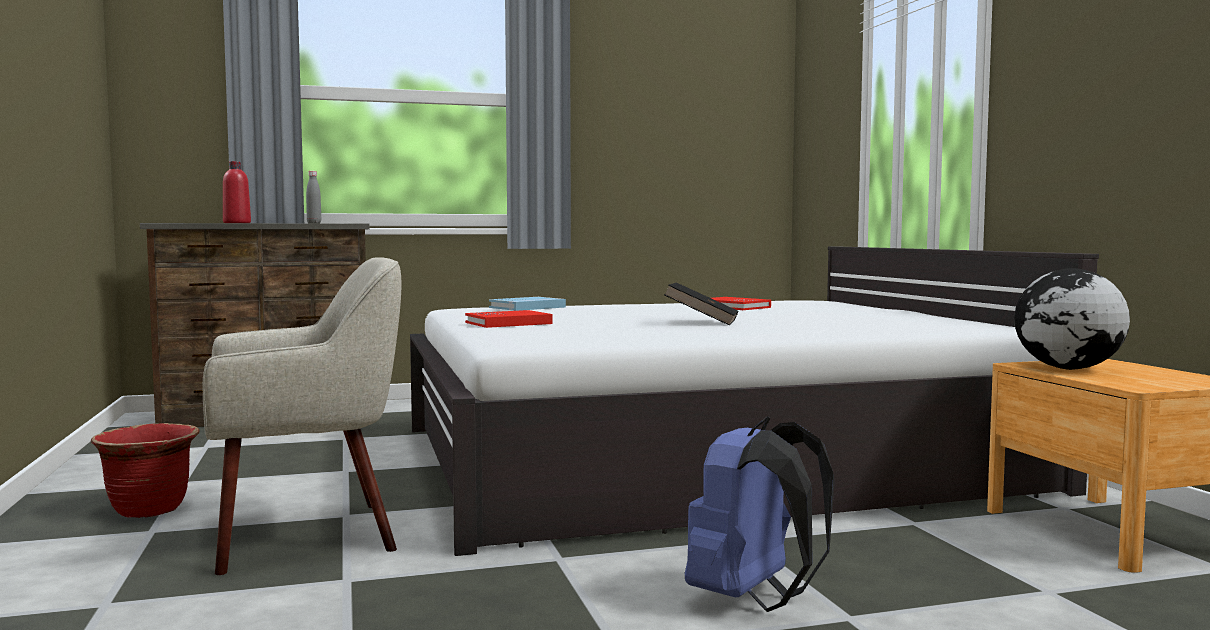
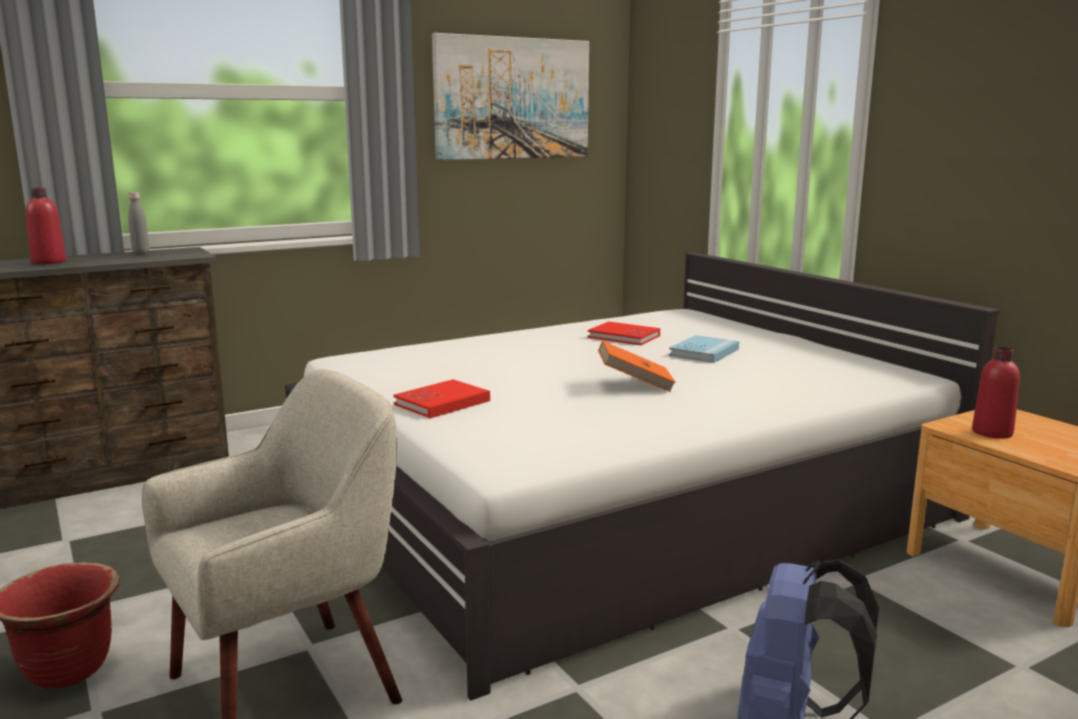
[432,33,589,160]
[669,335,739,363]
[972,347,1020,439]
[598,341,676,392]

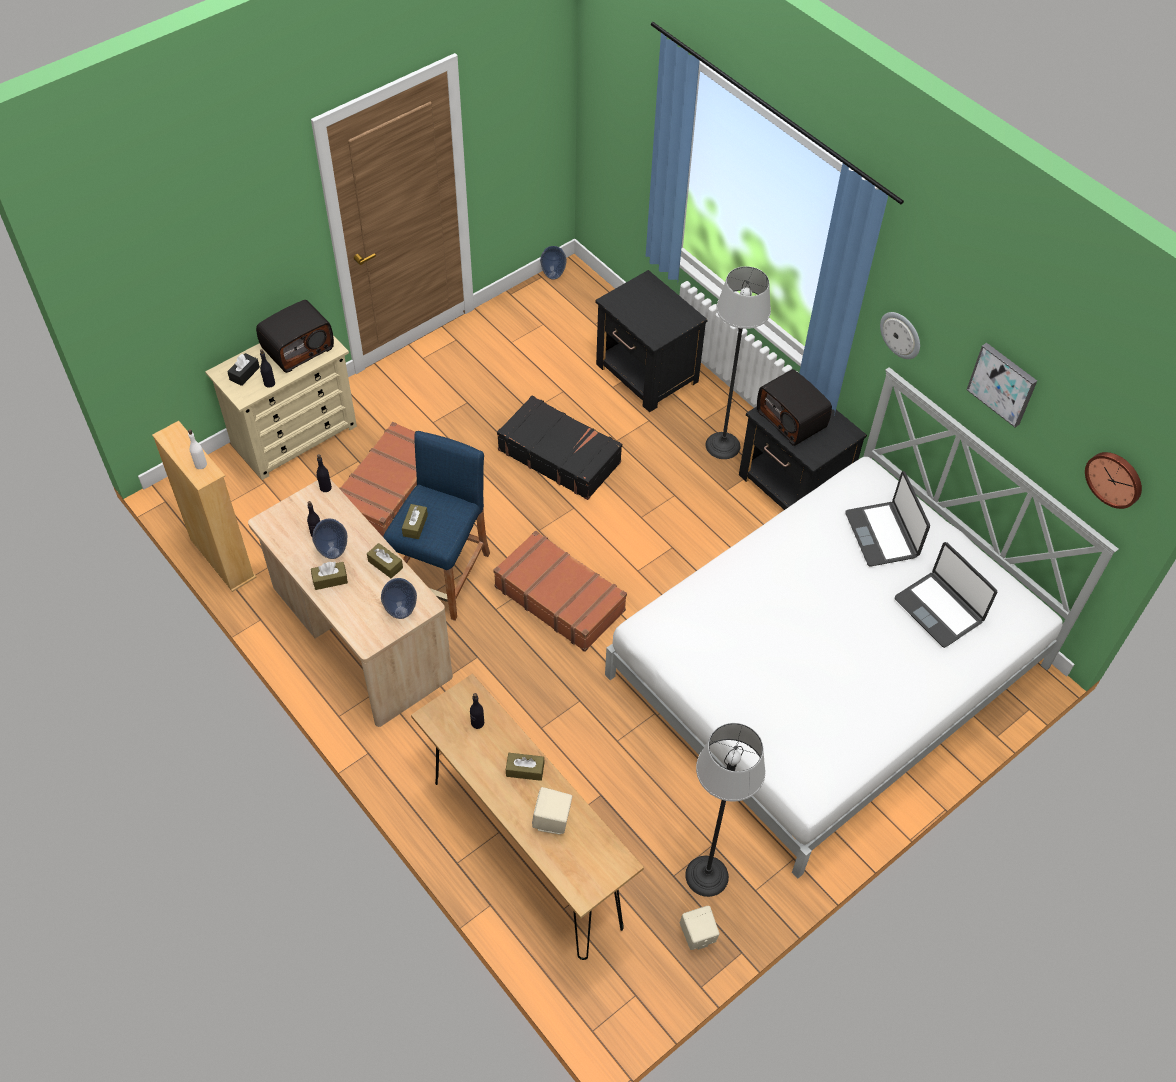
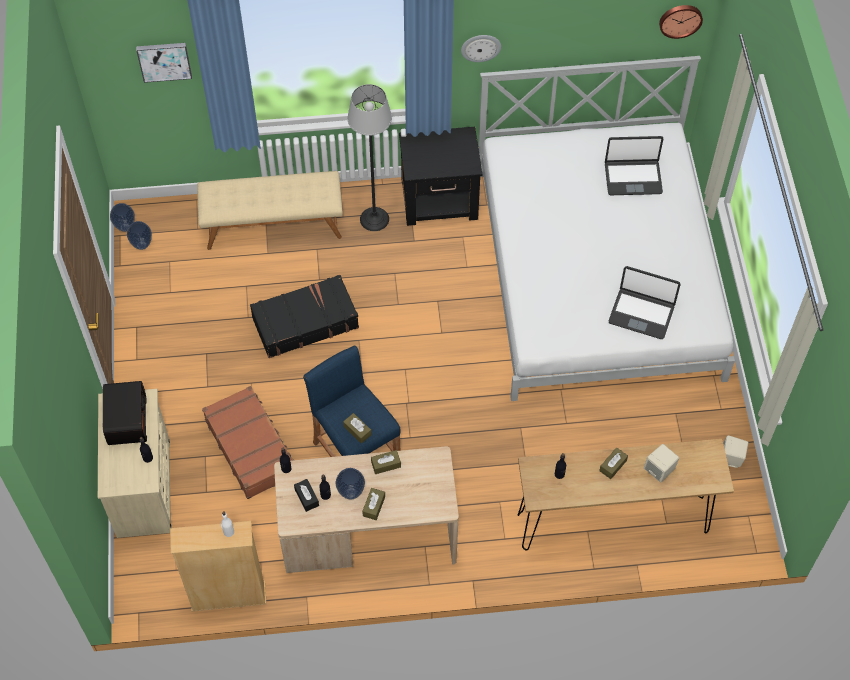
[494,530,627,652] (first image)
[685,723,765,897] (first image)
[757,369,832,446] (first image)
[294,479,319,512]
[127,221,152,250]
[608,266,680,339]
[136,43,192,83]
[197,171,343,250]

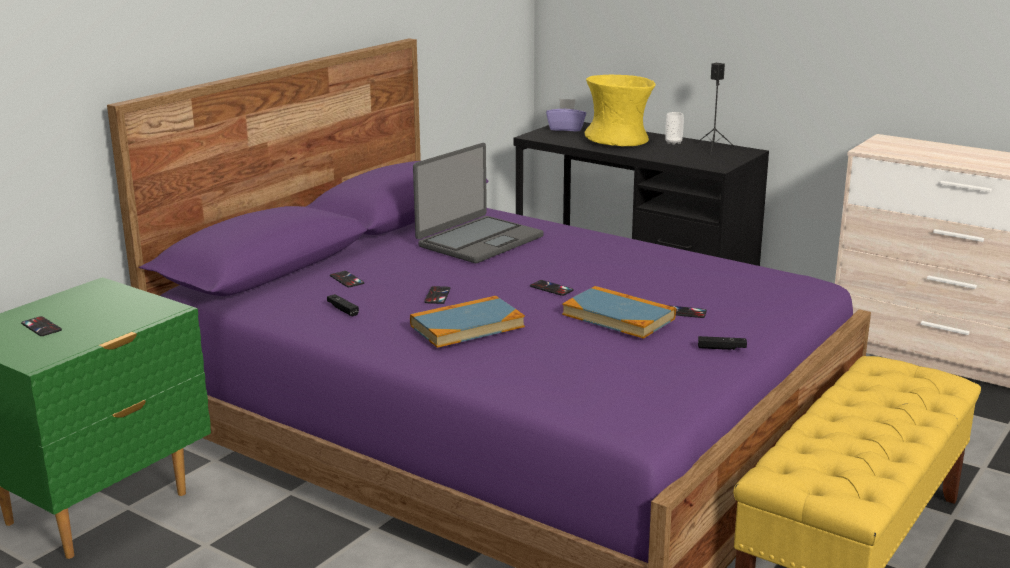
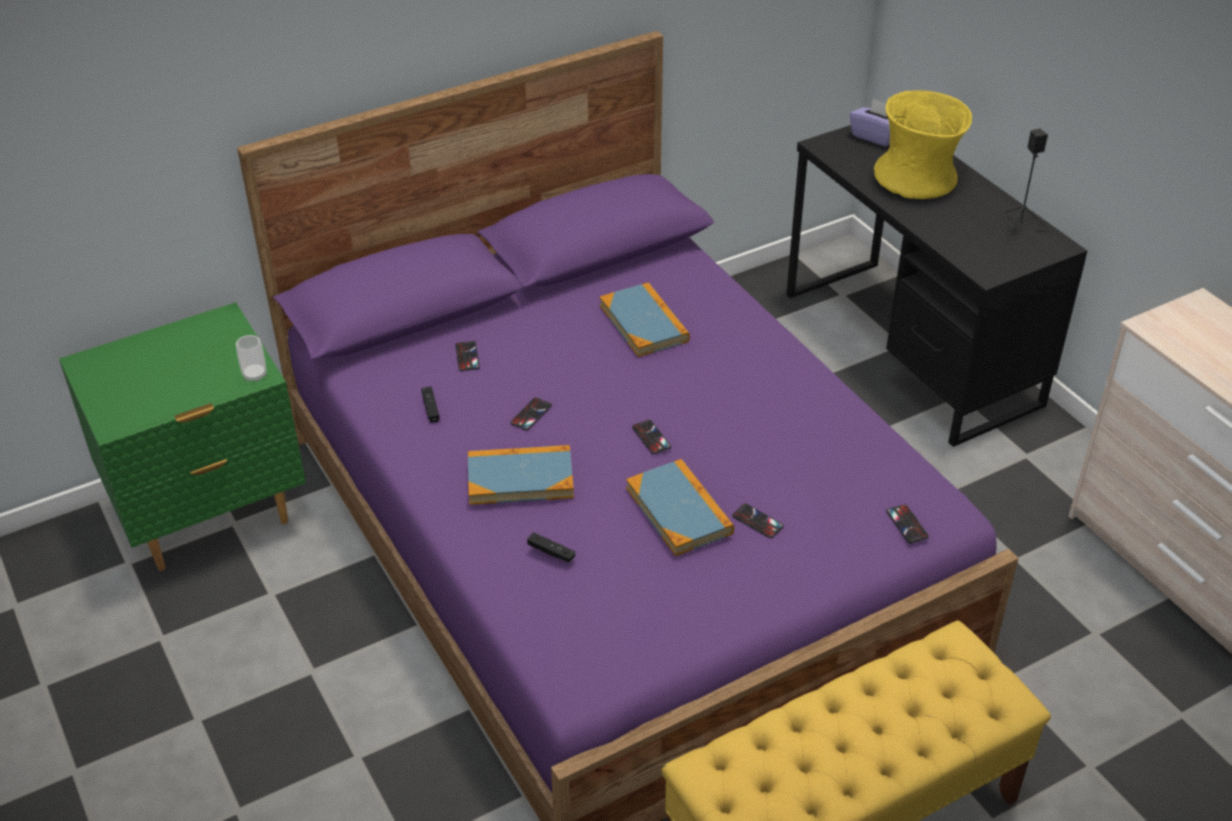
[886,504,929,543]
[236,335,267,382]
[527,532,575,563]
[600,282,690,357]

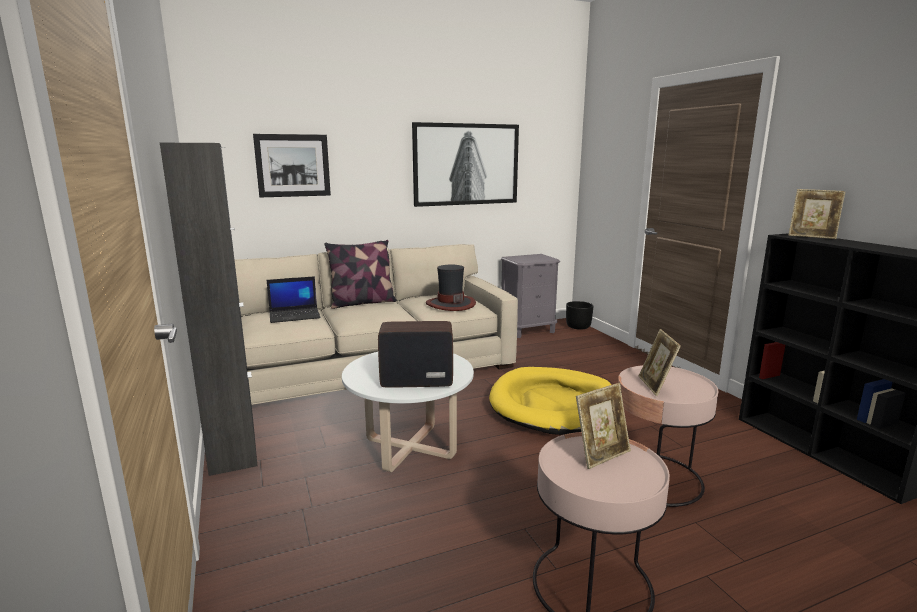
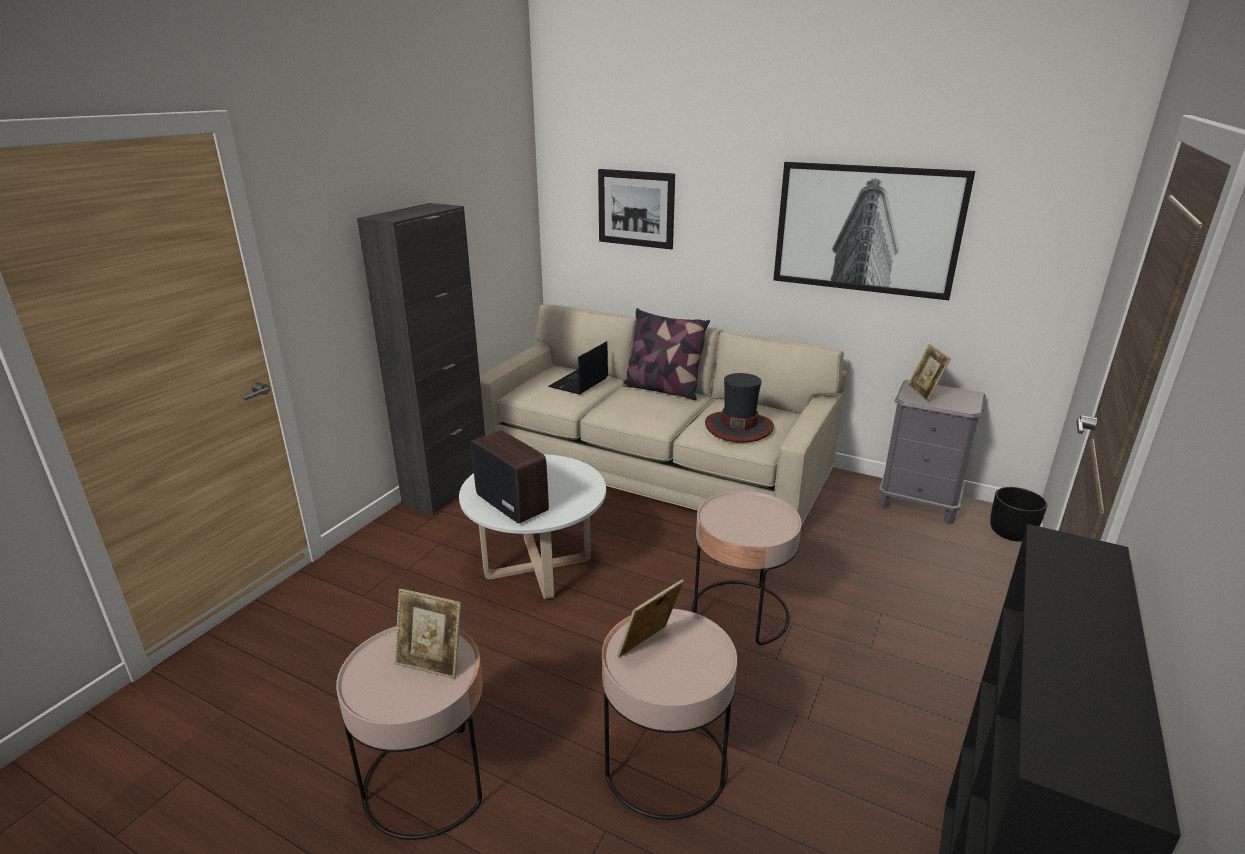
[907,344,951,402]
[692,491,802,645]
[548,341,608,394]

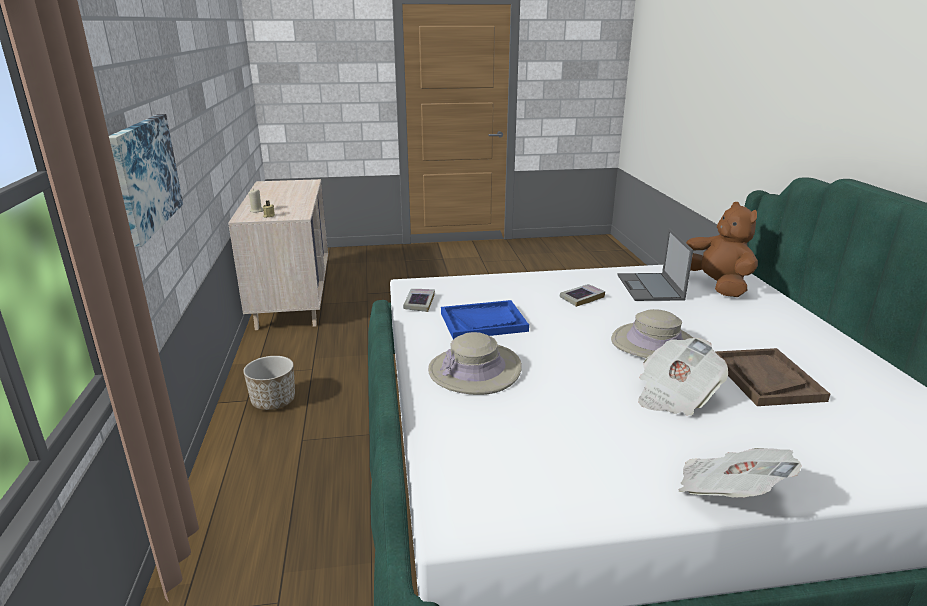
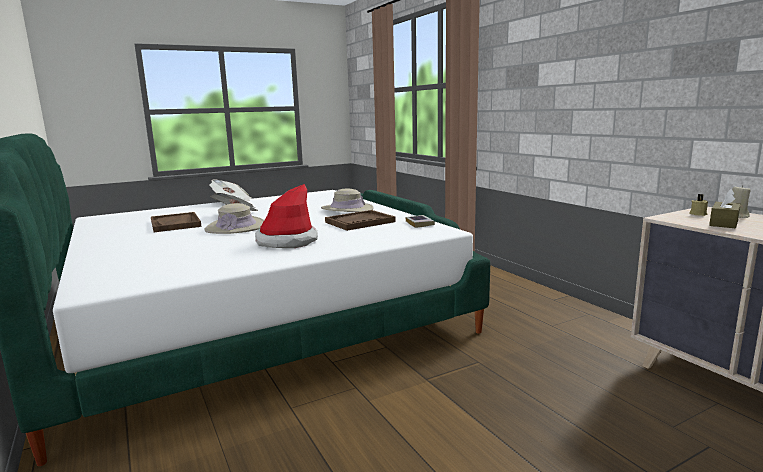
[109,114,183,247] (first image)
[243,356,295,410] (first image)
[617,228,693,301] (first image)
[686,202,758,297] (first image)
[709,189,741,228]
[255,184,318,248]
[325,210,396,231]

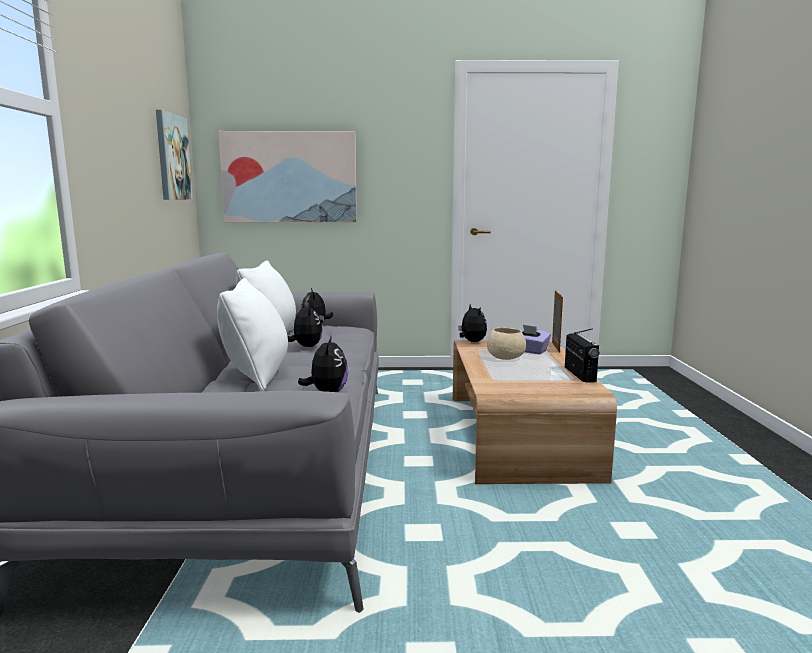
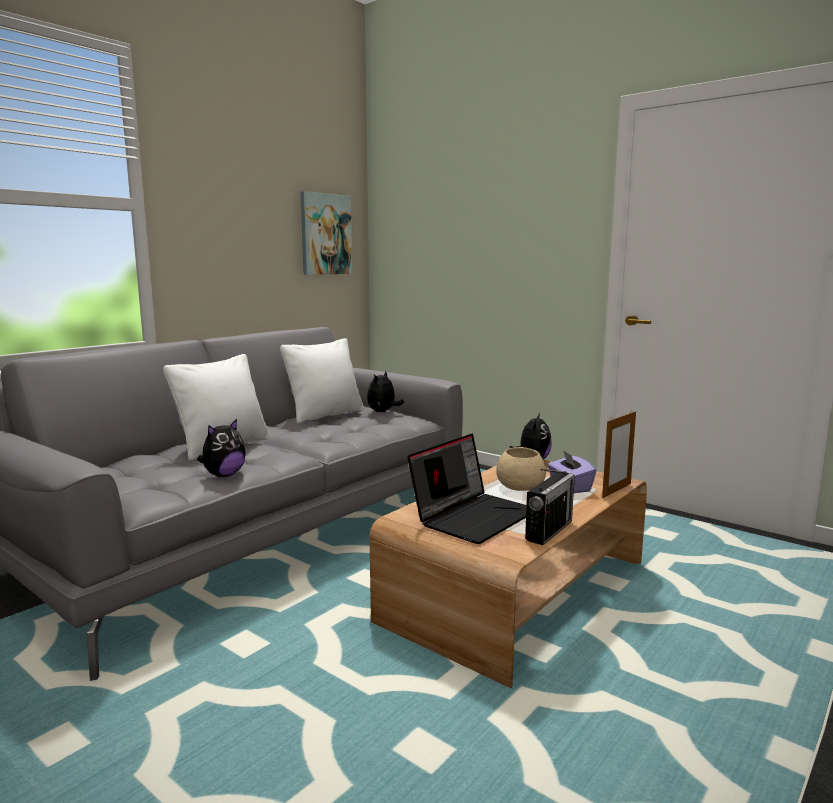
[218,131,357,222] (first image)
[288,304,323,347] (first image)
[407,434,526,544]

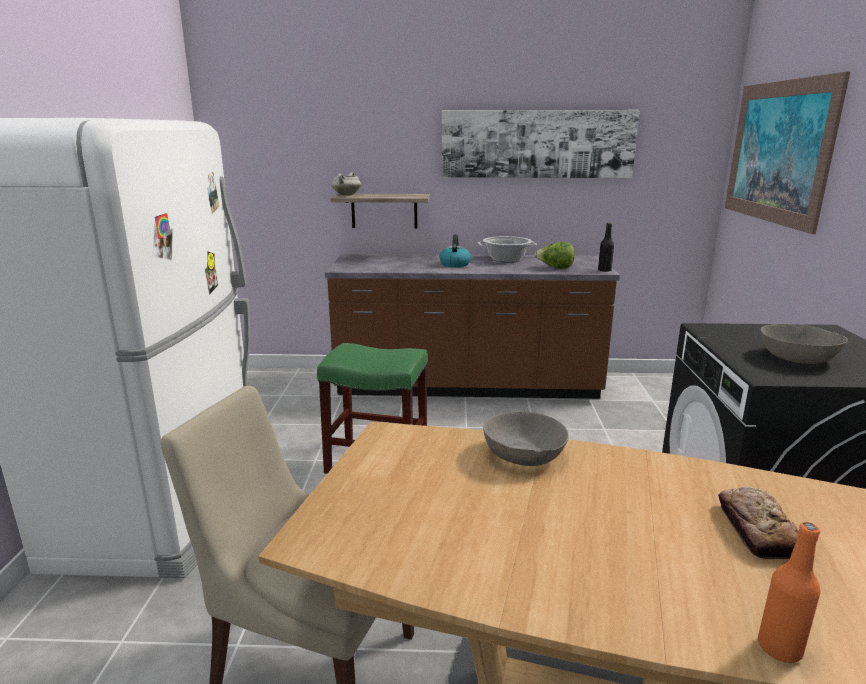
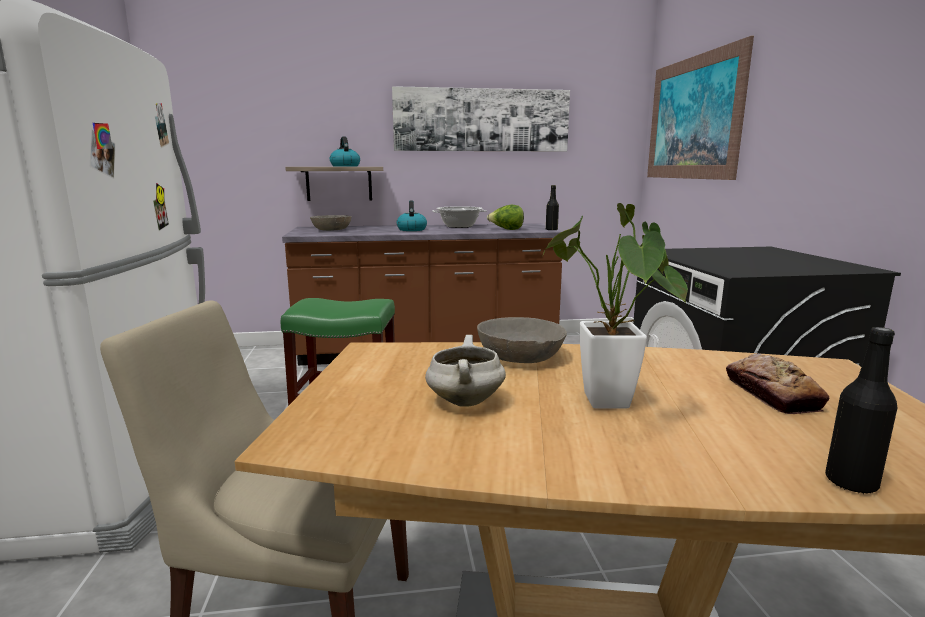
[330,137,360,167]
[542,203,688,408]
[425,335,506,407]
[310,215,352,231]
[825,327,897,494]

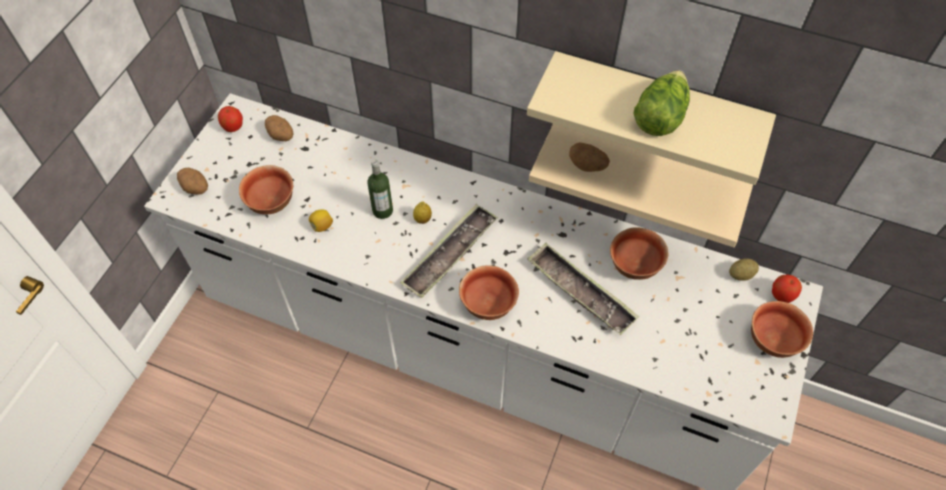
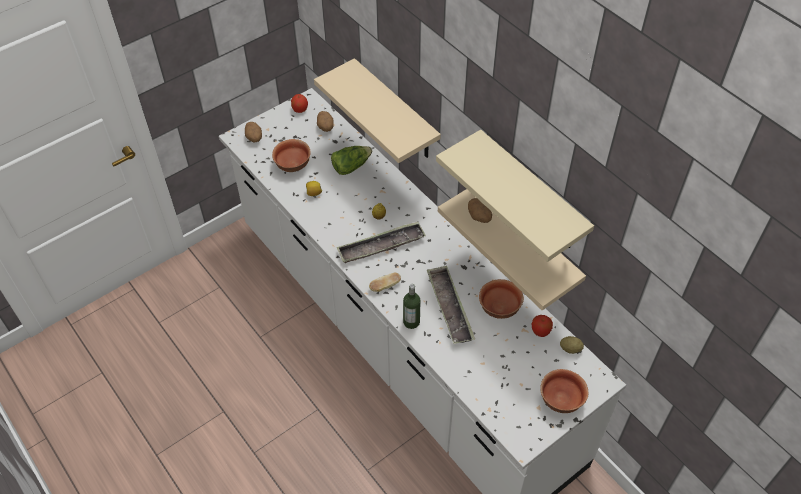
[314,58,441,163]
[403,284,421,329]
[331,146,372,175]
[532,315,553,337]
[369,273,401,292]

